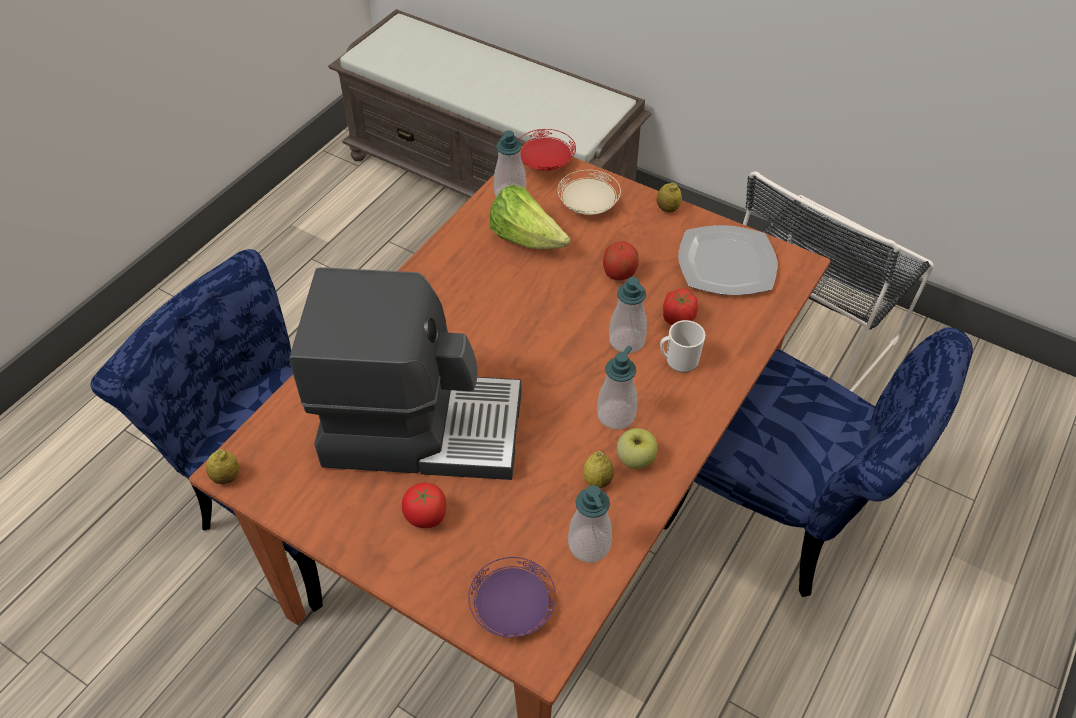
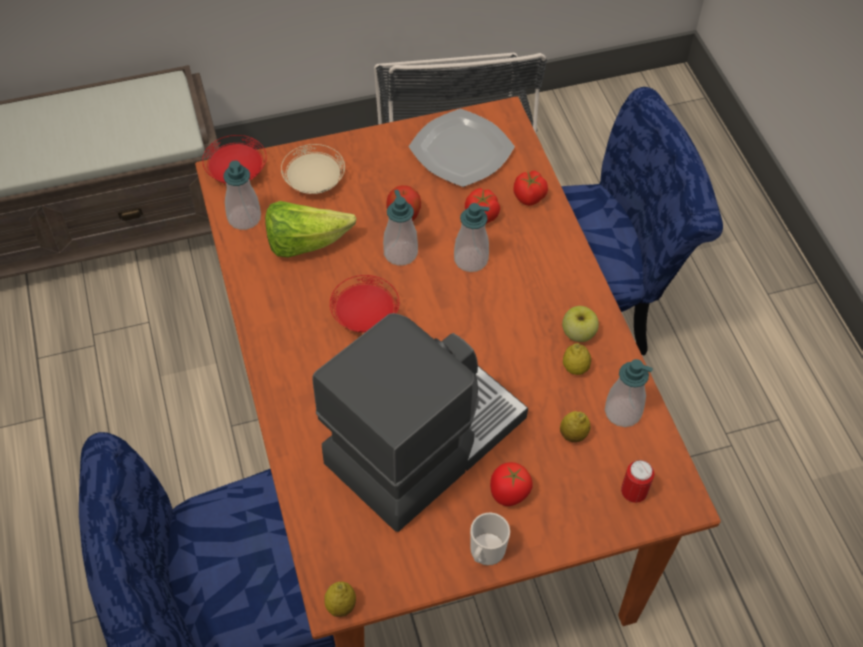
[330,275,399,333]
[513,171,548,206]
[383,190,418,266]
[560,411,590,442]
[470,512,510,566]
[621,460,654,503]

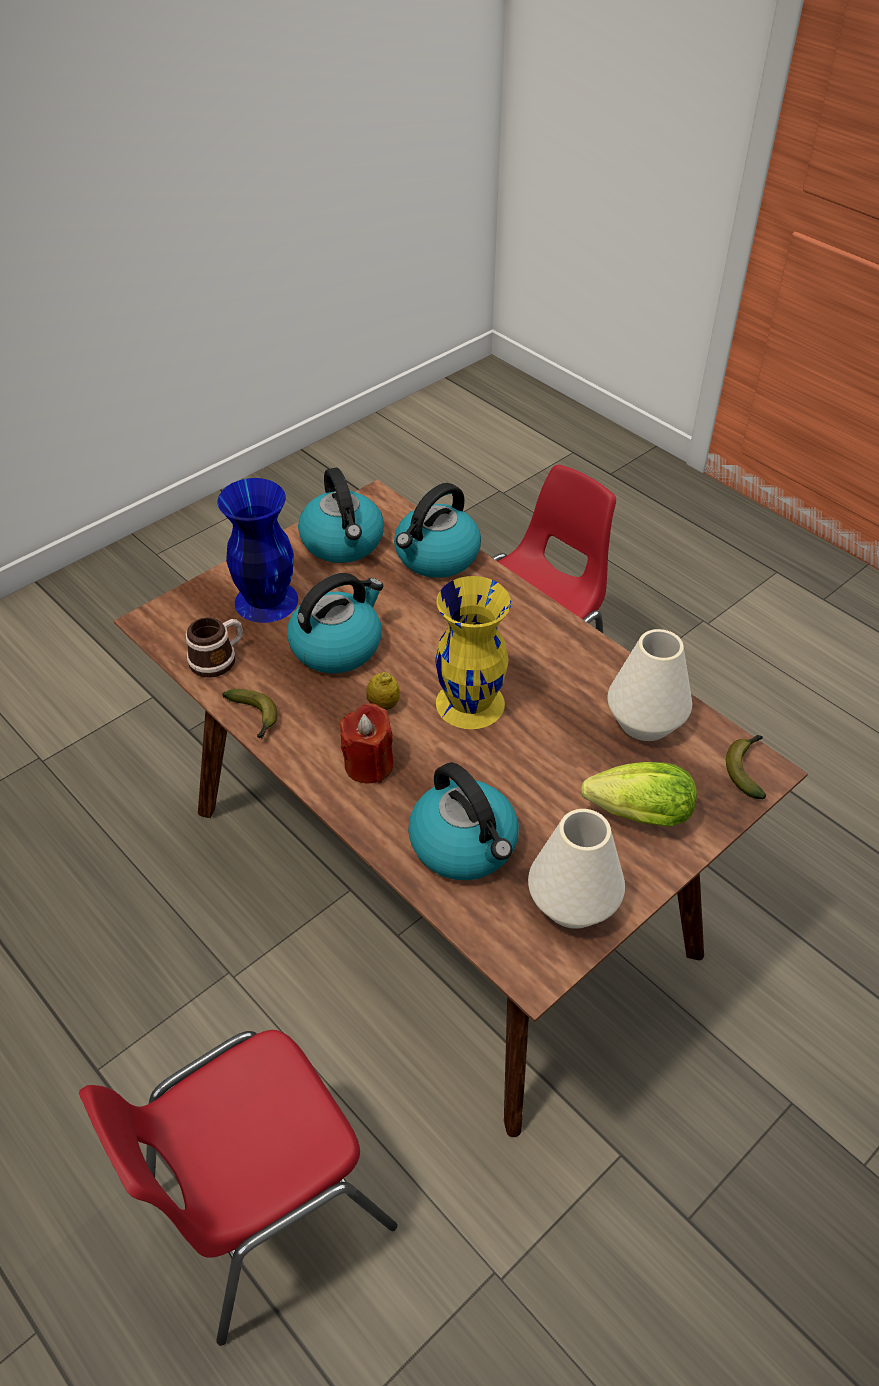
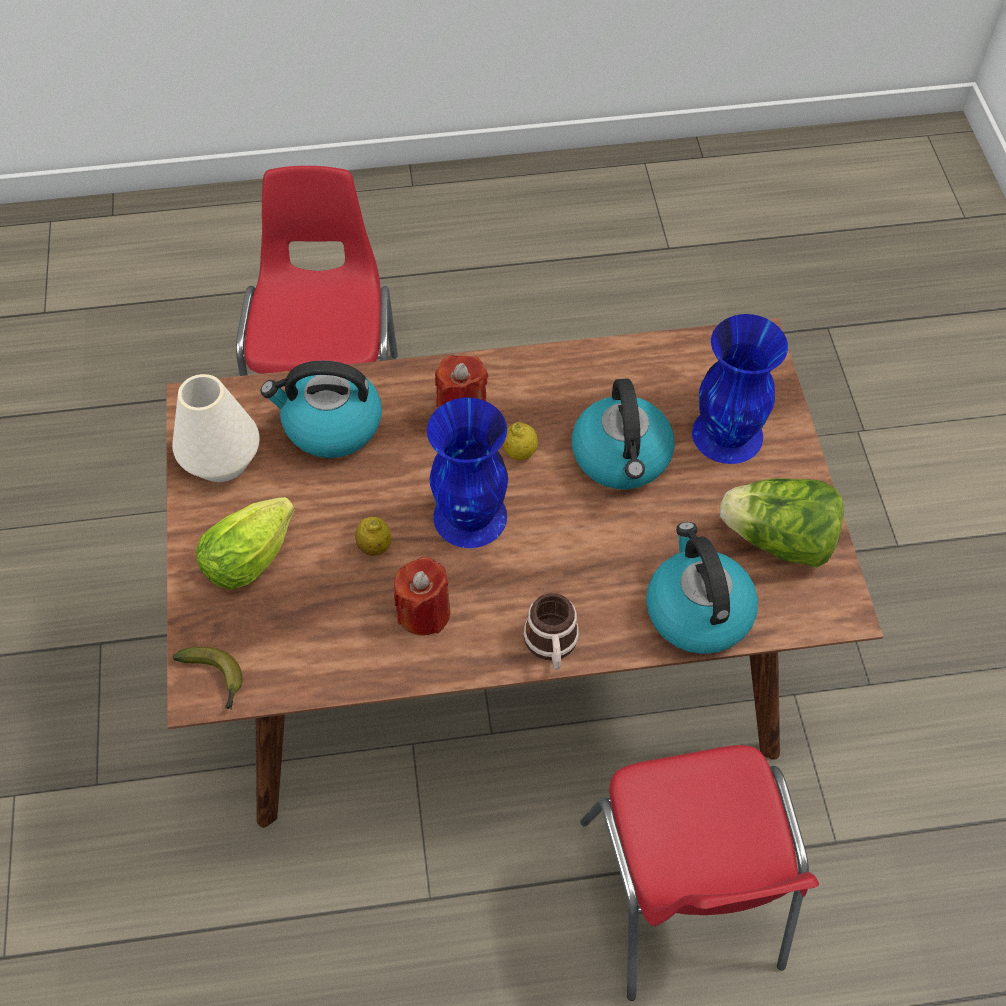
[222,689,278,739] (first image)
[607,629,692,741] (first image)
[355,517,392,556]
[394,557,450,636]
[523,593,579,670]
[720,478,844,568]
[427,397,508,548]

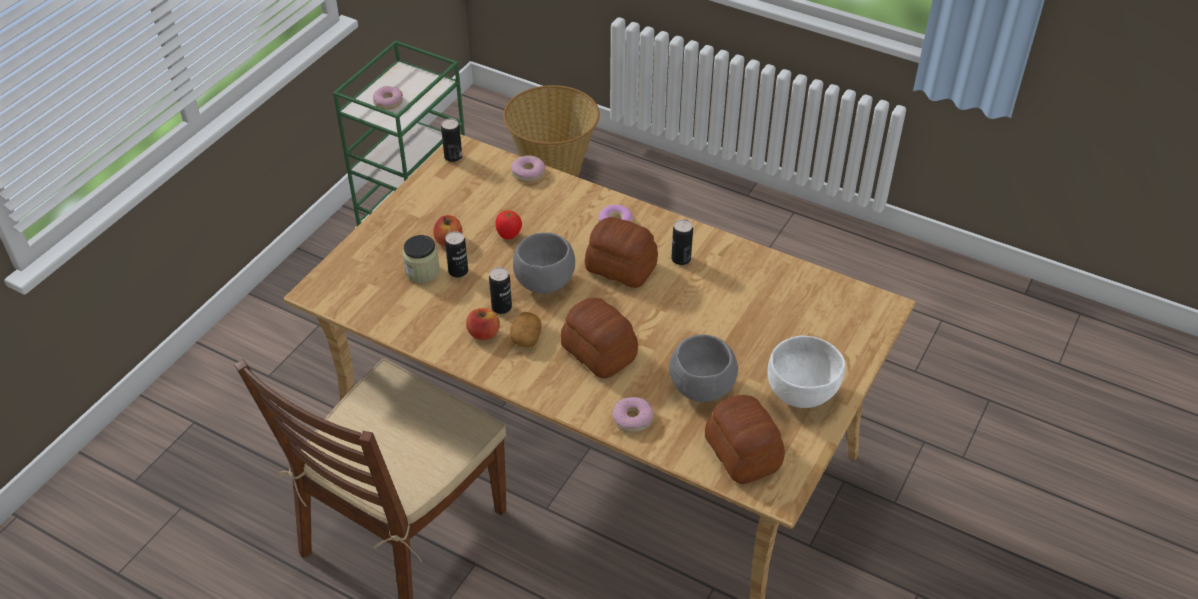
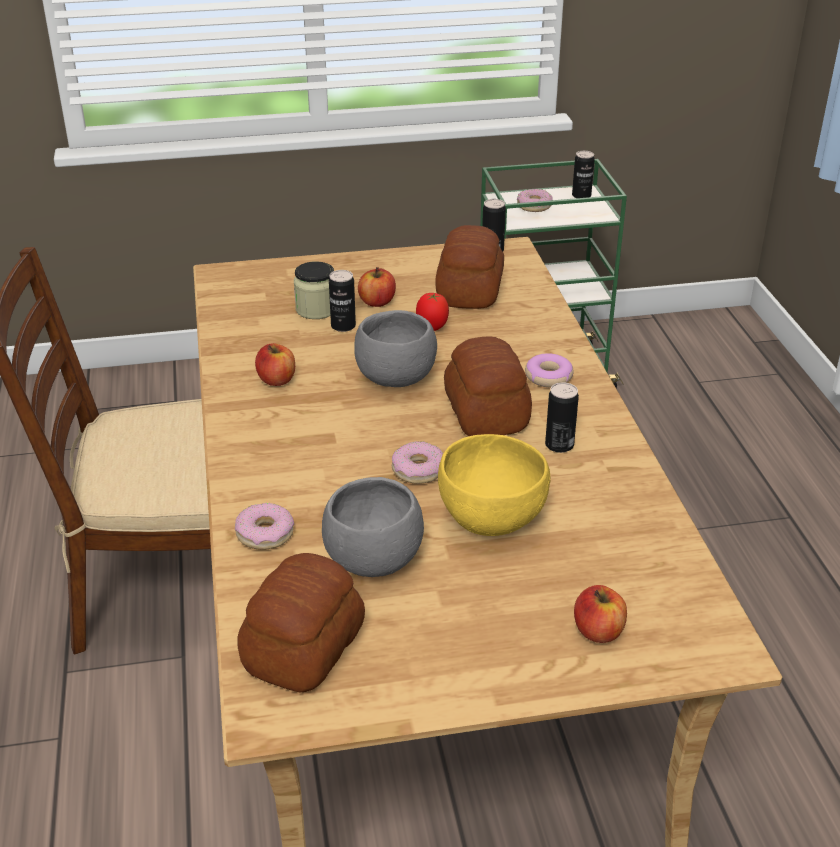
[503,85,600,177] (first image)
[510,312,541,348] (first image)
[768,335,846,408] (first image)
[438,434,551,536]
[574,585,627,643]
[572,151,595,198]
[392,441,443,484]
[435,225,504,309]

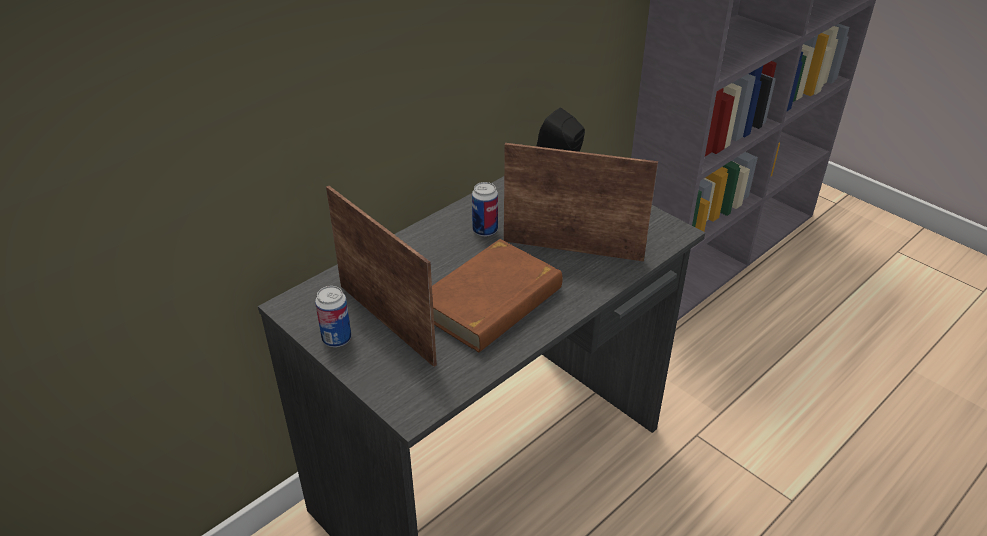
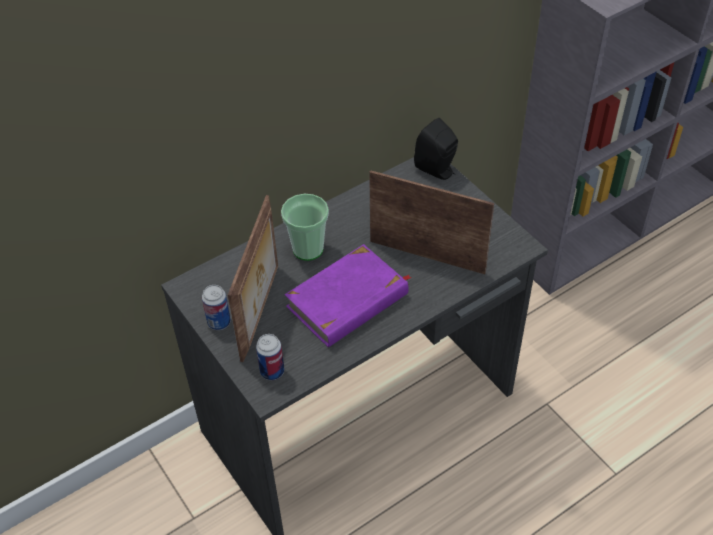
[281,194,329,261]
[256,334,284,380]
[285,244,412,347]
[228,195,278,362]

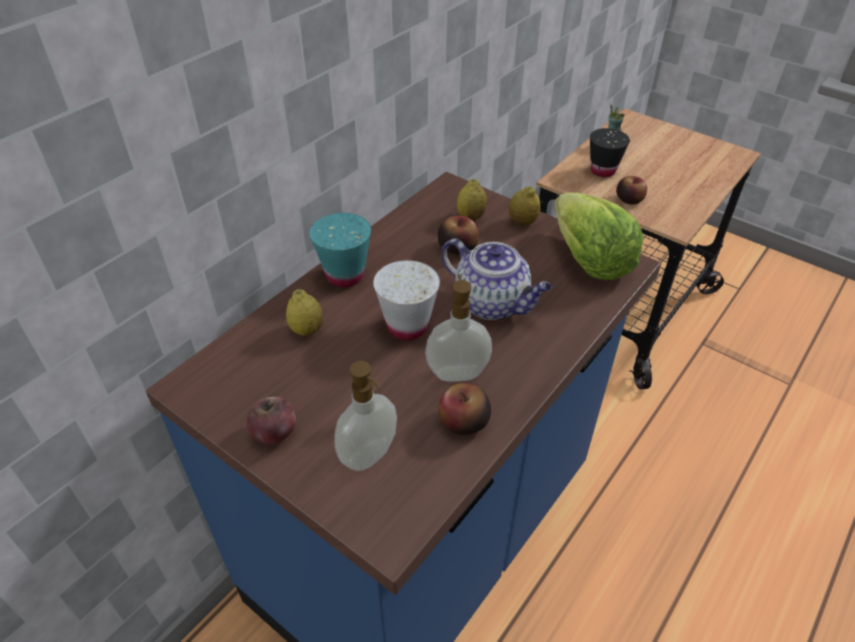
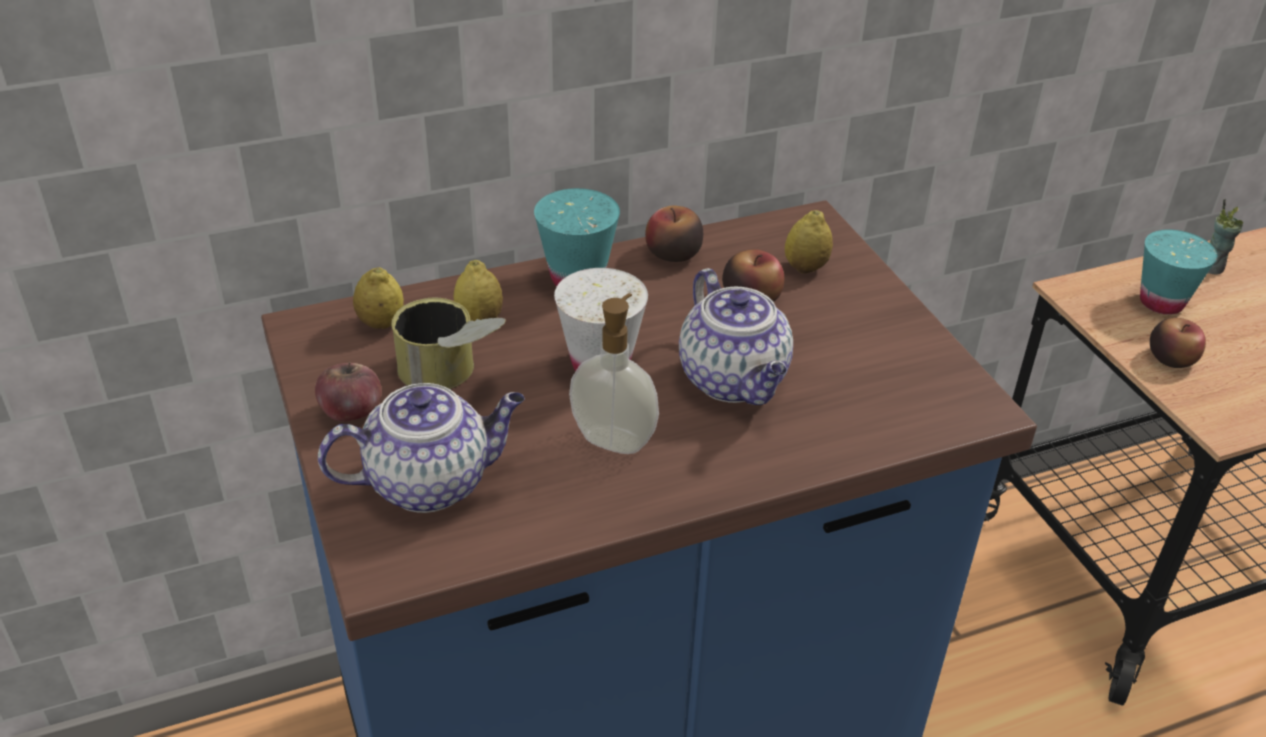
[555,192,644,280] (first image)
[391,298,506,389]
[645,206,703,262]
[353,267,404,329]
[318,383,525,513]
[1140,230,1217,315]

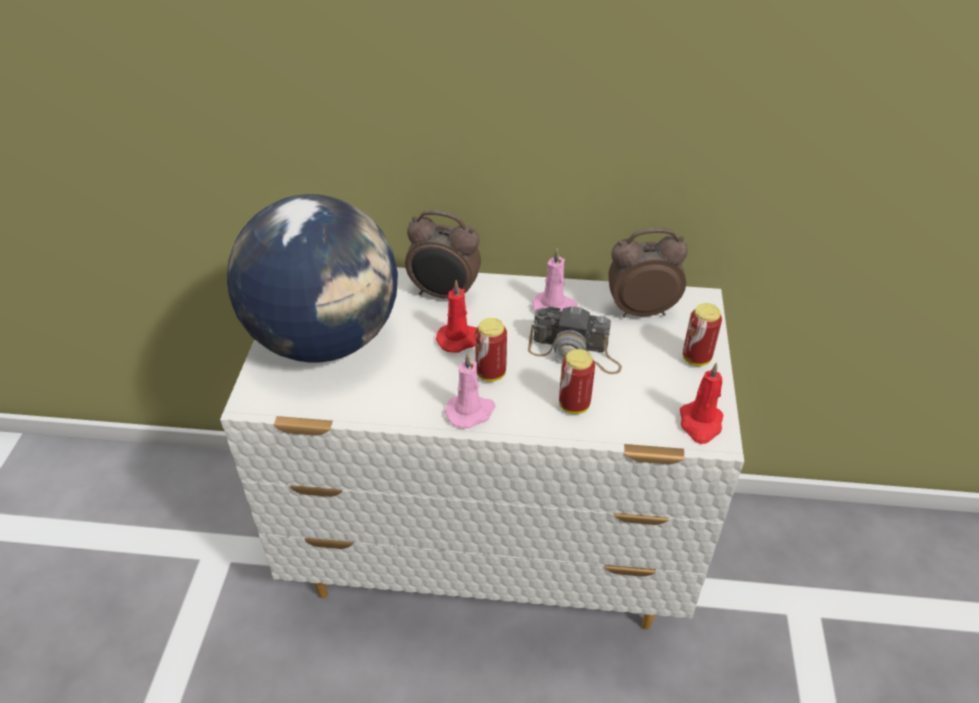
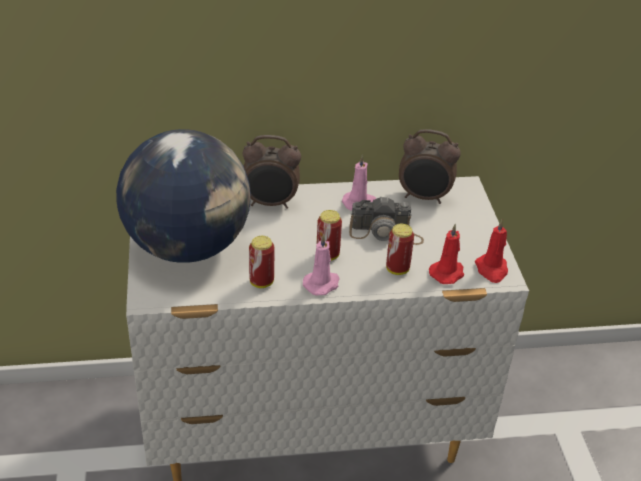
[429,224,464,284]
[249,236,274,288]
[399,129,461,204]

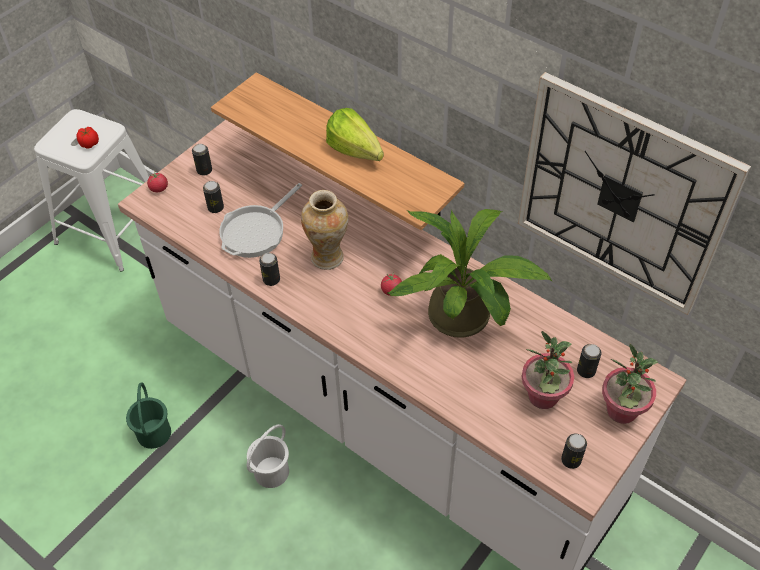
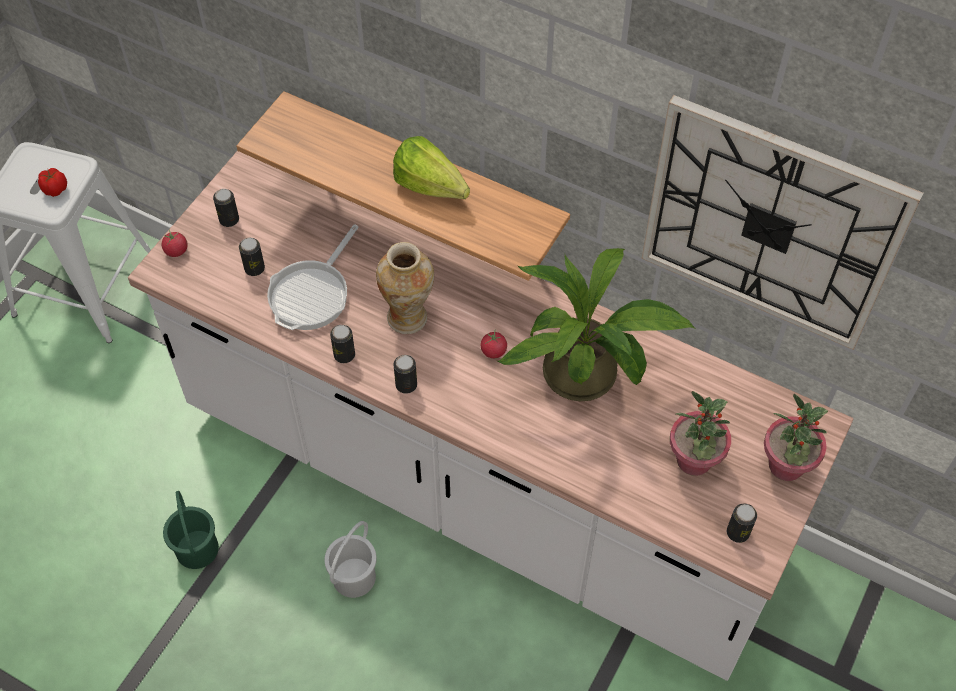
[394,355,417,394]

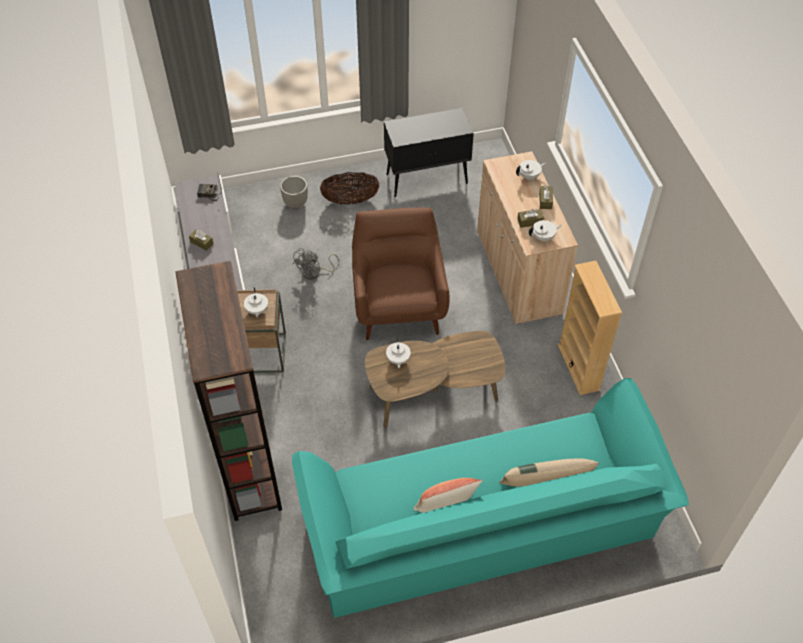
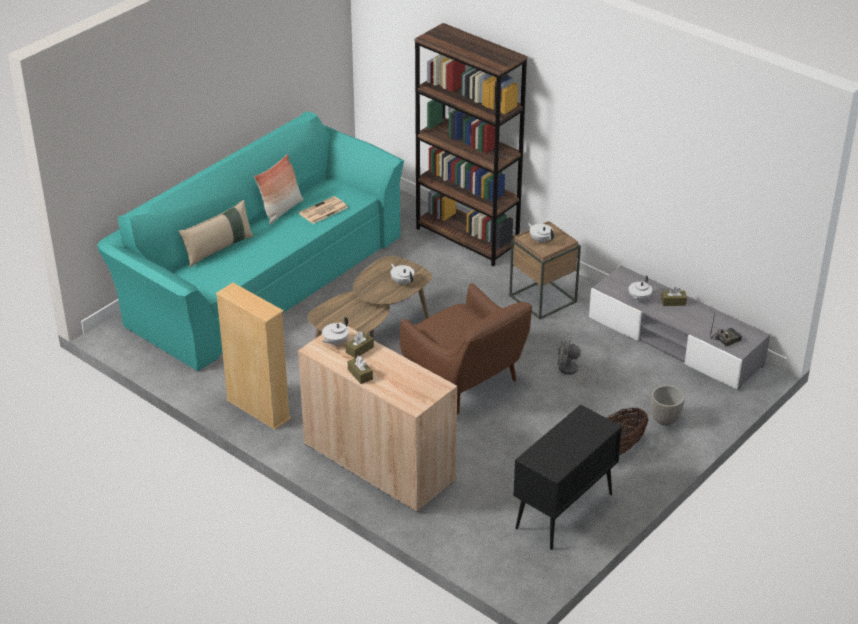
[299,196,348,224]
[628,276,652,302]
[557,332,599,385]

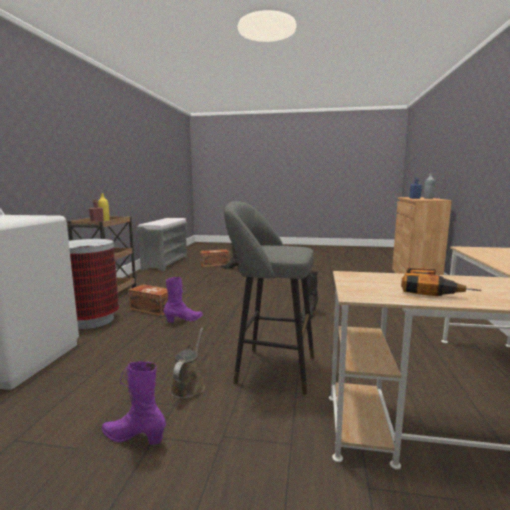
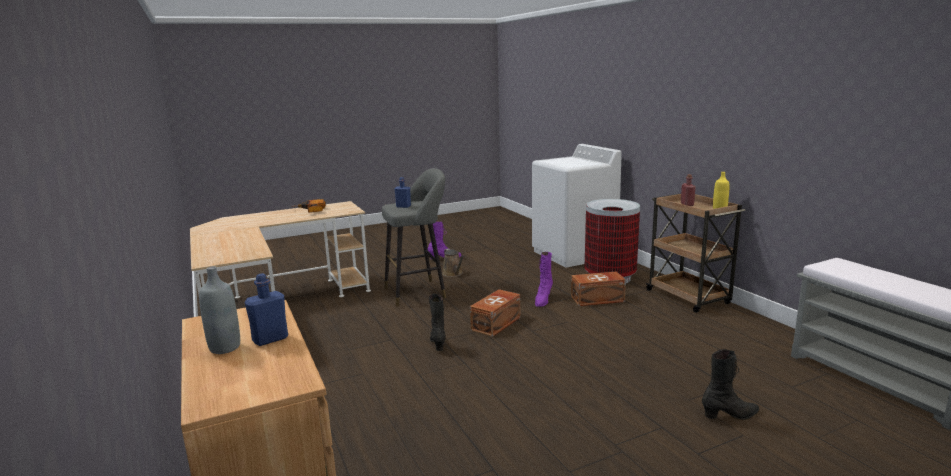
[394,177,411,208]
[470,289,520,337]

